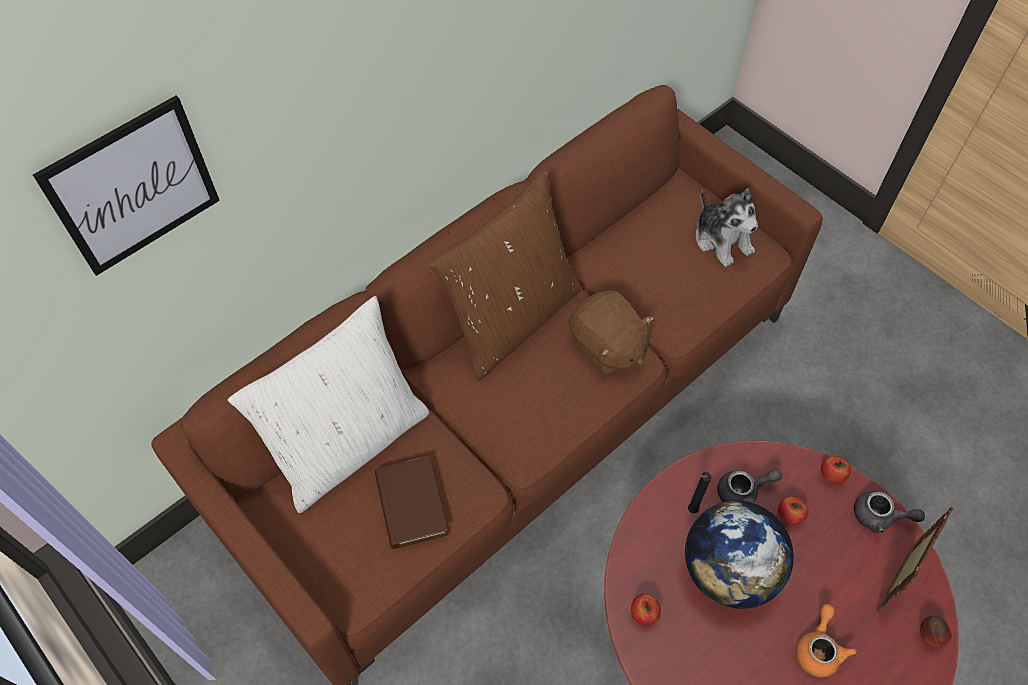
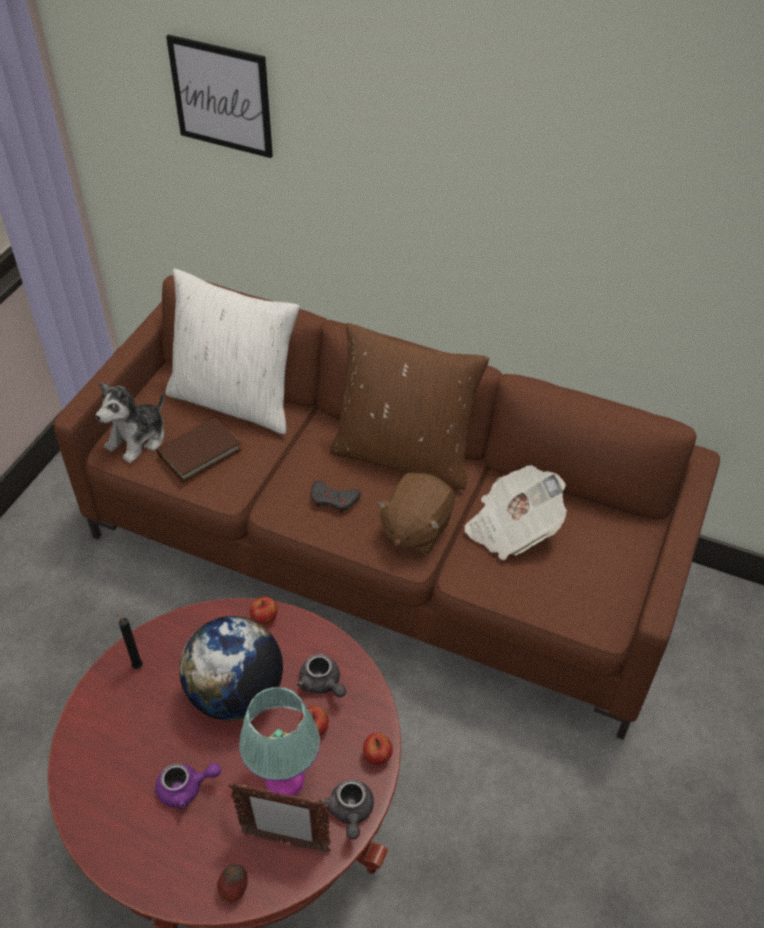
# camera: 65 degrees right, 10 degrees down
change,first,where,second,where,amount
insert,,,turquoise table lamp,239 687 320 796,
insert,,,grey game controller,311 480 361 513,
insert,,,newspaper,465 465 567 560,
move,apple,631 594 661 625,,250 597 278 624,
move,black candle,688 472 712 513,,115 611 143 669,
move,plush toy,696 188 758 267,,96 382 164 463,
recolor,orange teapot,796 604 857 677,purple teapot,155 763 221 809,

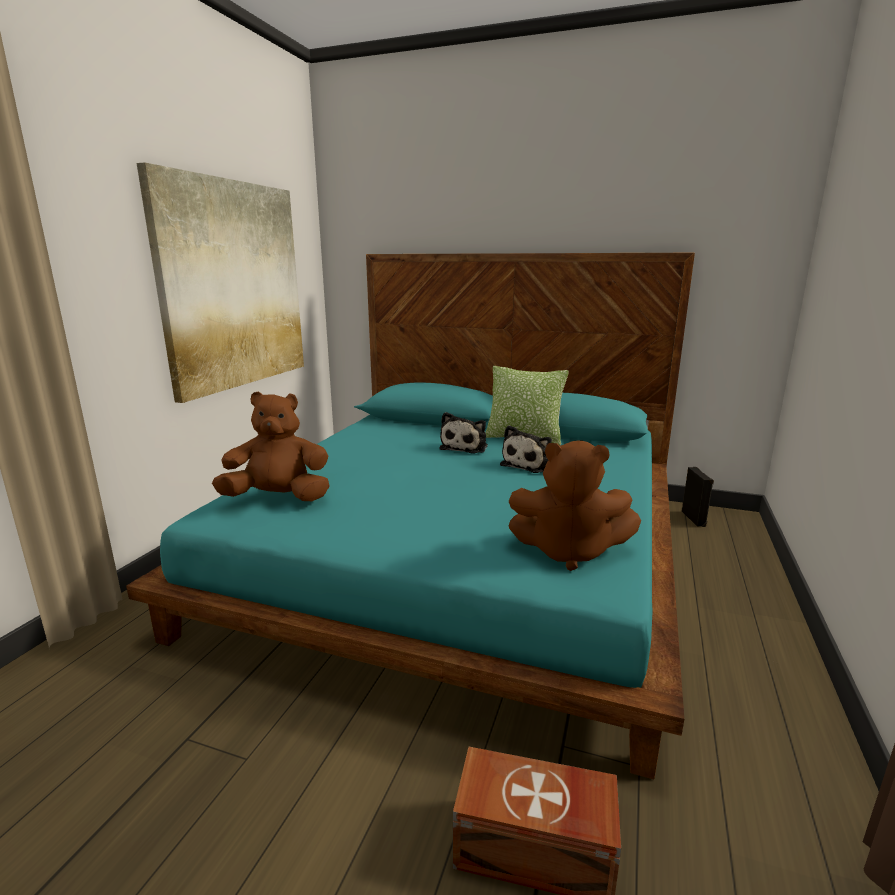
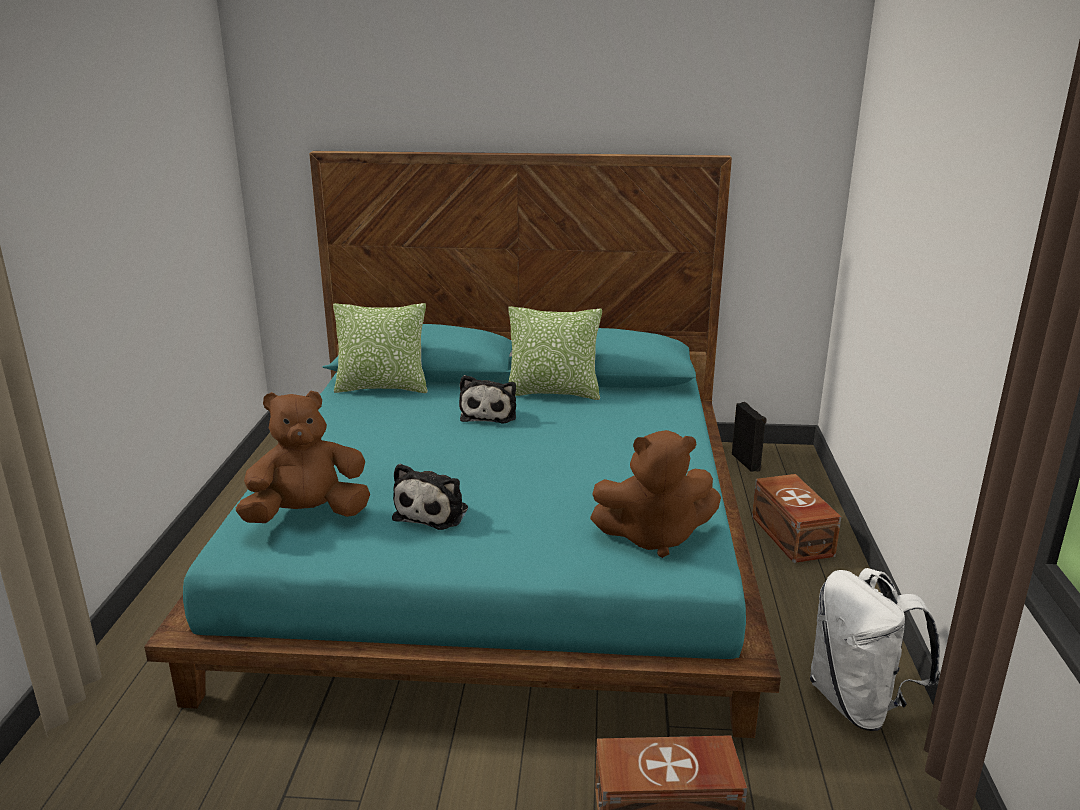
# camera: 15 degrees left, 5 degrees up
change,first,where,second,where,amount
delete,picture,137 163 304 403,,,
insert,,,pillow,333 303 428 393,
insert,,,brown storage box,752 474 841 563,
insert,,,white backpack,810 568 940 731,
move,plush toy,500 425 552 473,,392 464 468 530,

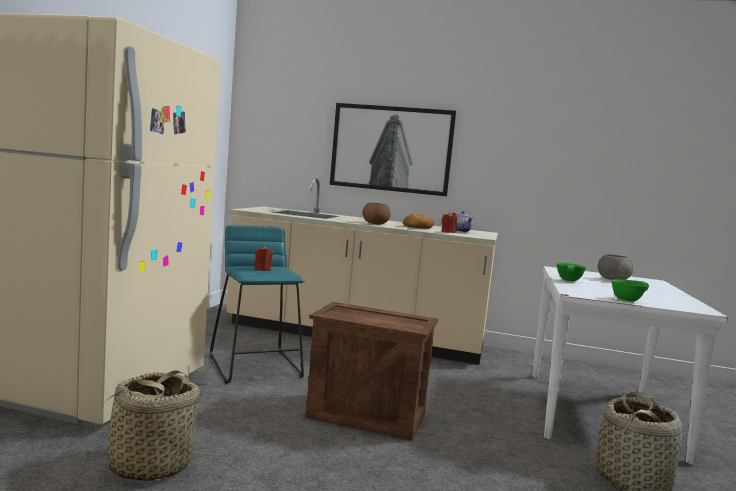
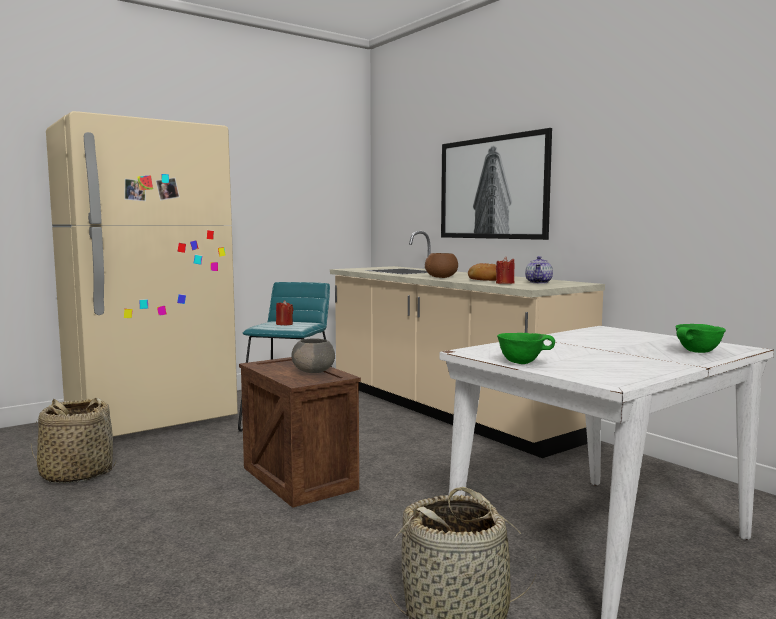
# camera: 40 degrees right, 0 degrees up
change,first,where,second,where,amount
move,green bowl,556 262 587 281,,676 324 726 353,
move,grey bowl,598 254 633 280,,291 339 335 373,

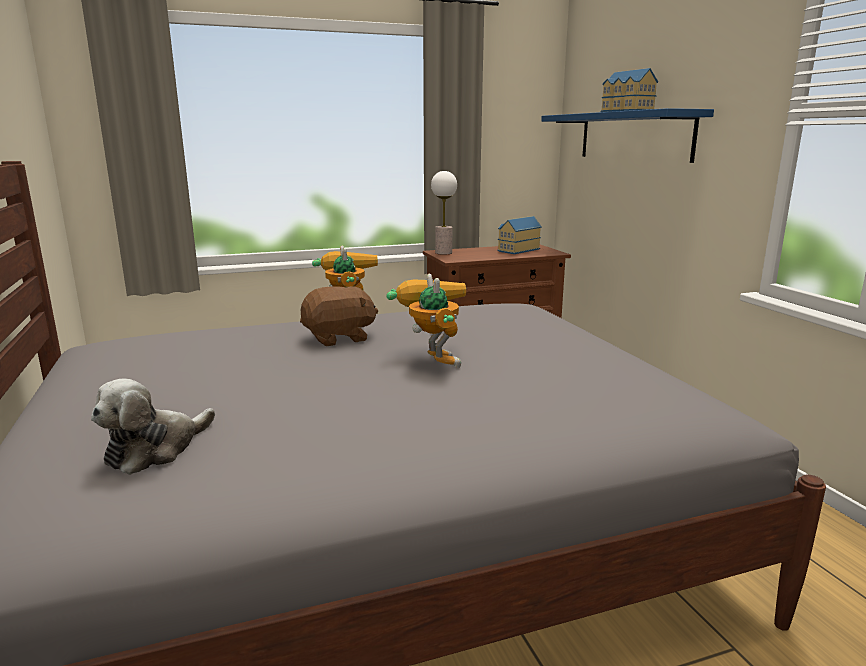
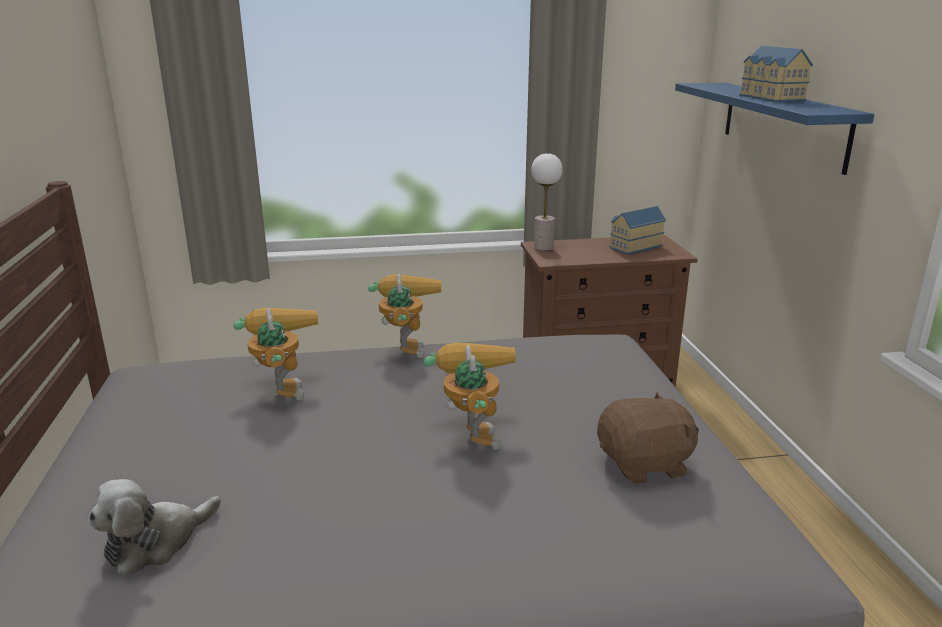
# camera: 10 degrees right, 5 degrees up
change,first,where,second,where,amount
insert,,,toy robot,233 308 318 400,
move,brown plush toy,300 286 378 346,,597 391 699 484,

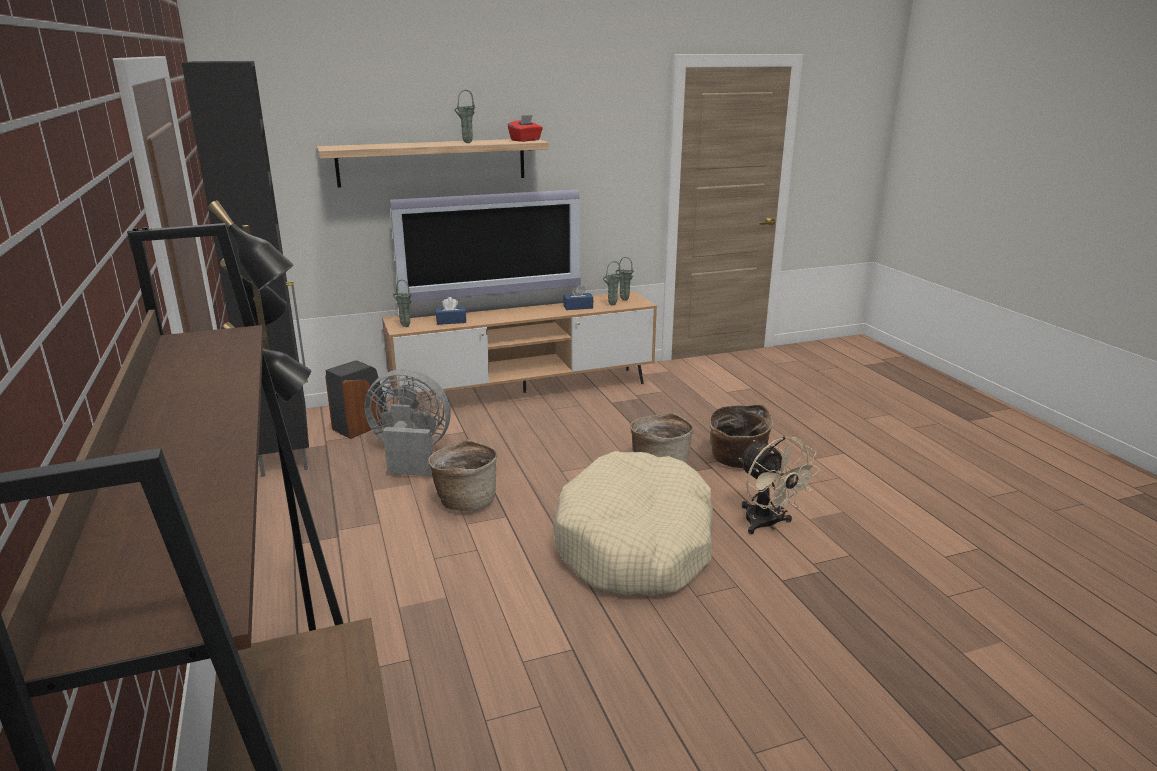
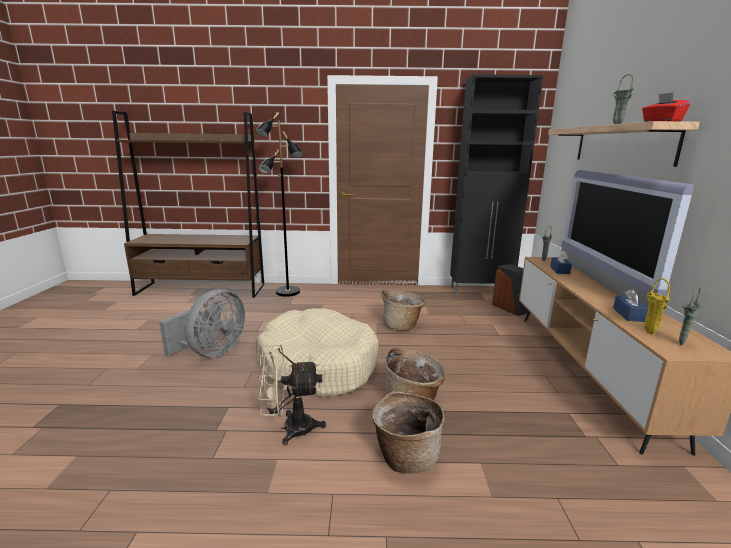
# camera: 110 degrees right, 5 degrees down
change,first,where,second,where,amount
move,grey fan,365 369 451 476,,159 289 245 357,
recolor,green vase,603 261 622 306,yellow vase,644 279 670 334,

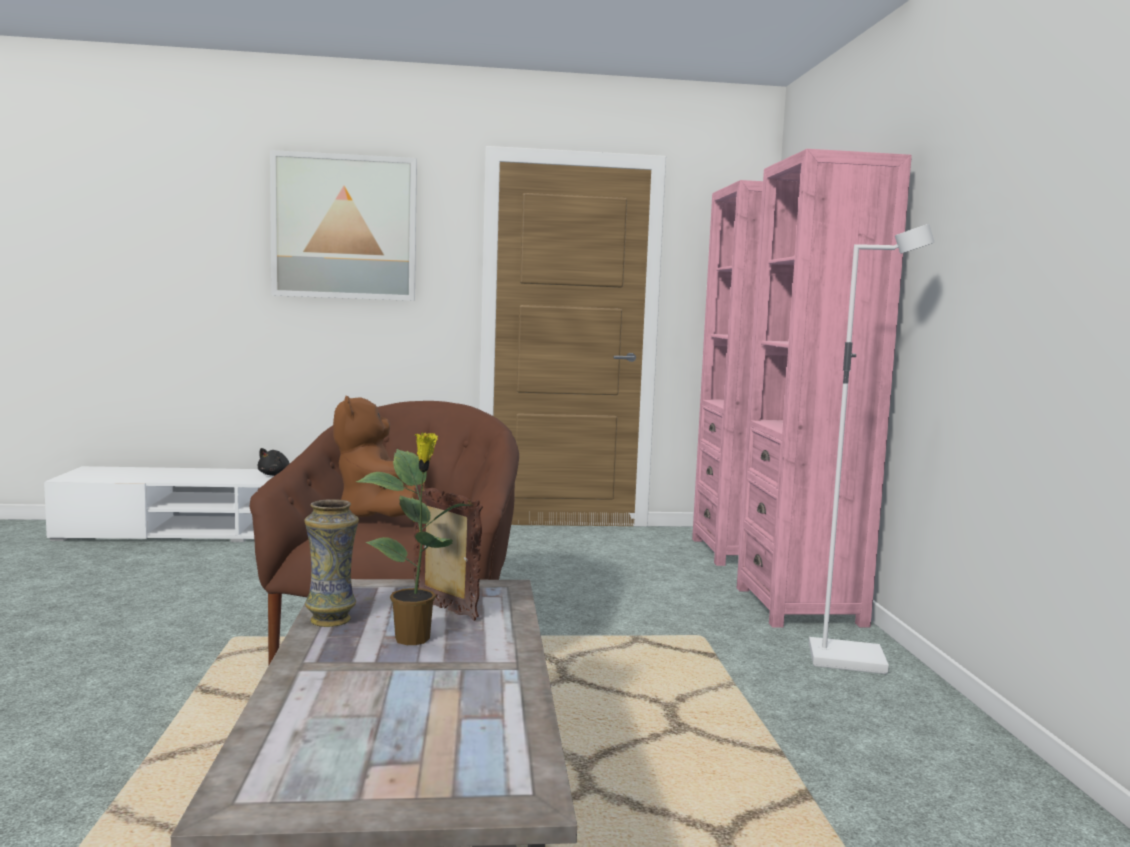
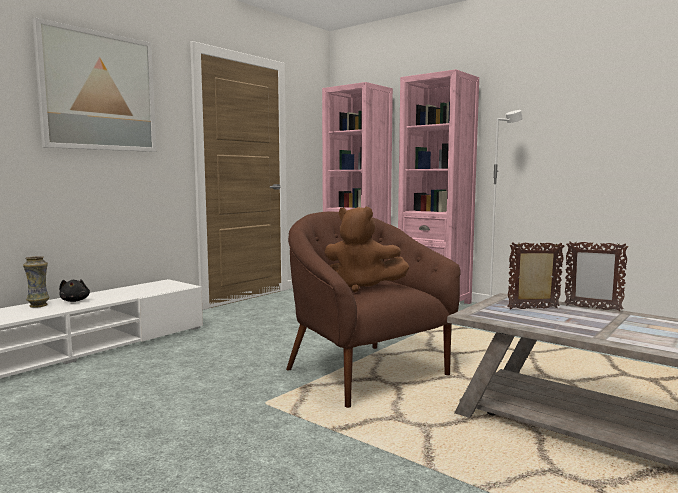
# camera: 45 degrees left, 0 degrees up
change,first,where,second,where,amount
delete,potted plant,356 432 471 645,,,
insert,,,picture frame,564 242 628 311,
move,vase,305 499 359 627,,23 256 50 308,

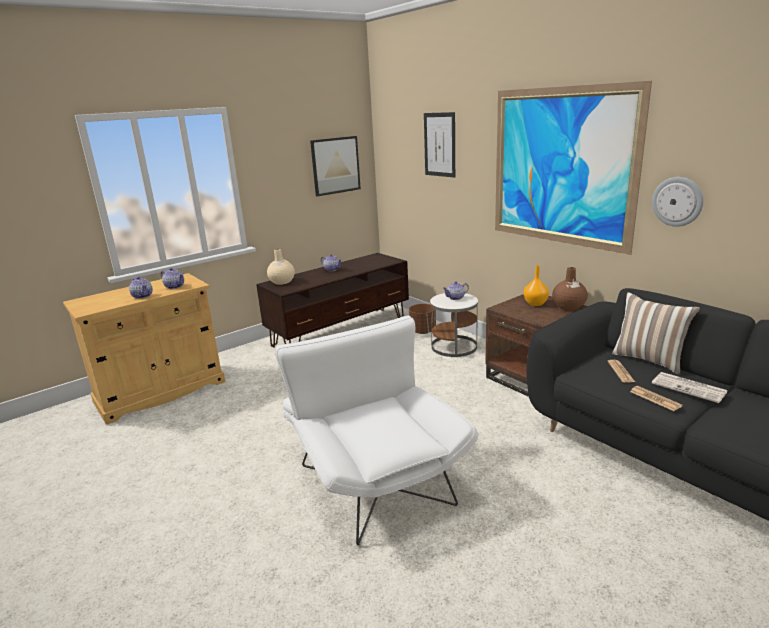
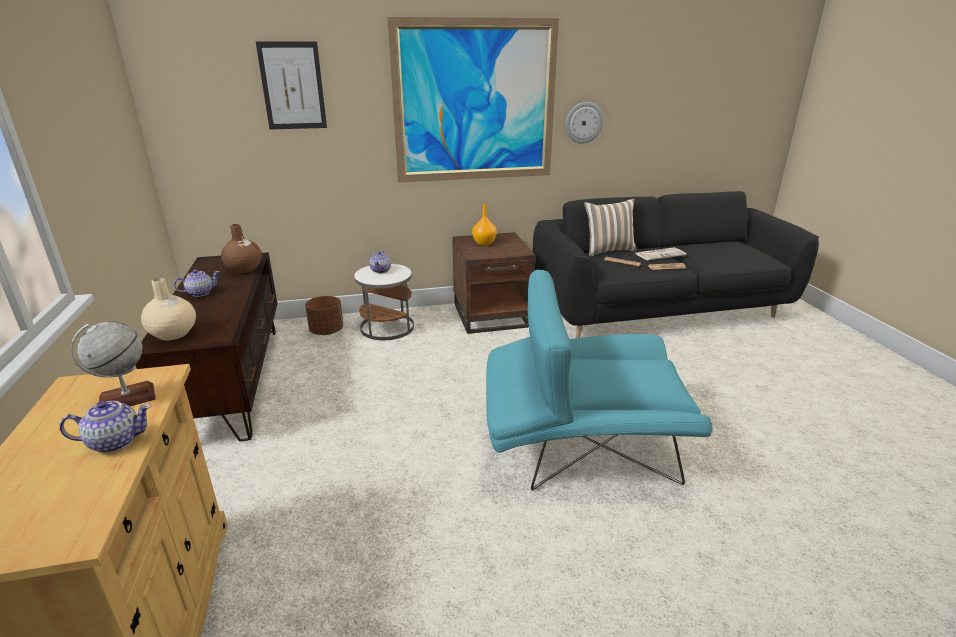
# camera: 65 degrees left, 5 degrees up
change,first,where,second,where,amount
delete,picture,310 136 361 197,,,
move,brown vase,552 267 588 311,,221 224 262 273,
replace,teapot,161 268 184 289,globe,71 321 156 406,
recolor,white armchair,275 315 479 545,turquoise armchair,486 270 713 491,

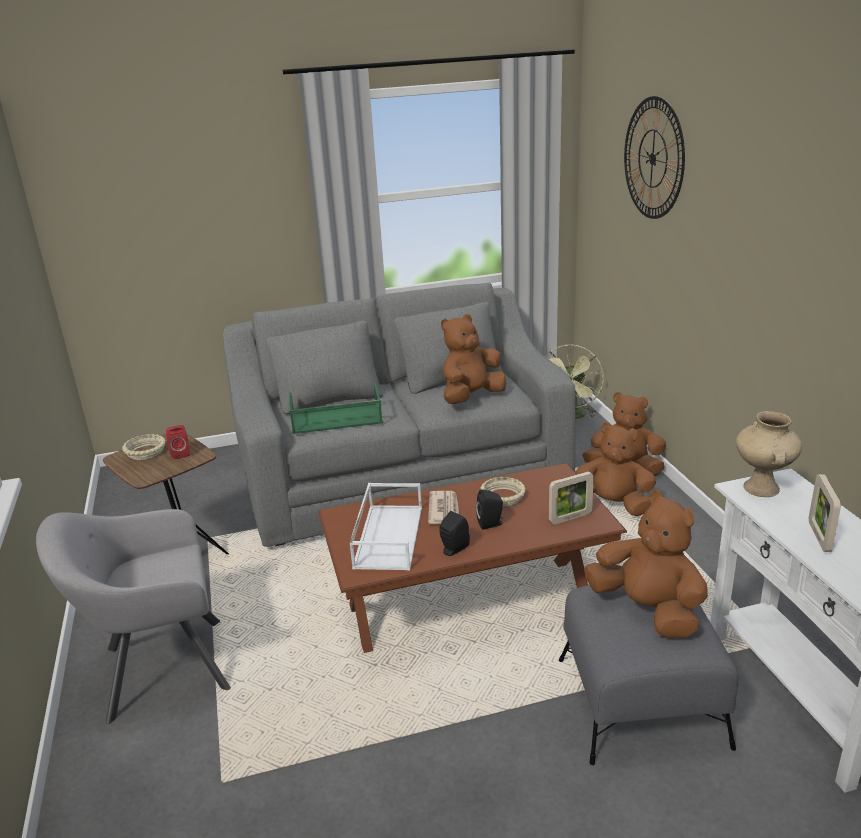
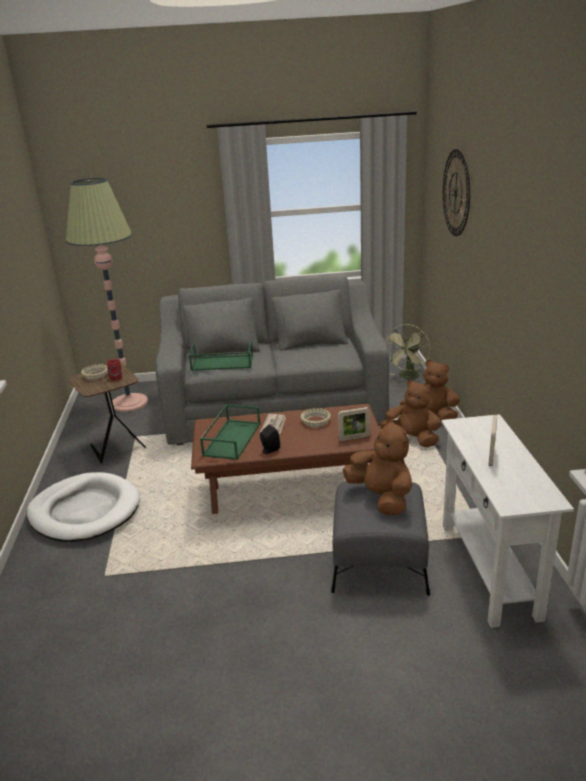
# camera: 10 degrees right, 0 degrees up
change,first,where,second,where,amount
delete,brown plush toy,441 314 506 404,,,
delete,black speaker,476 489 503 530,,,
delete,beige vase,736 411 802 497,,,
insert,,,floor lamp,66 178 148 412,
replace,grey armchair,36 509 231 724,white dog bed,27 472 140 542,
recolor,white tray,350 483 422 570,green tray,200 404 260 460,

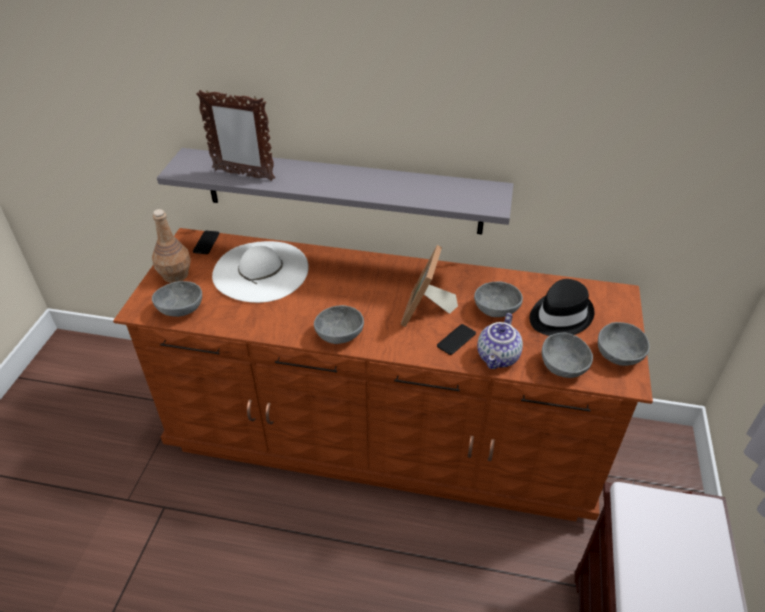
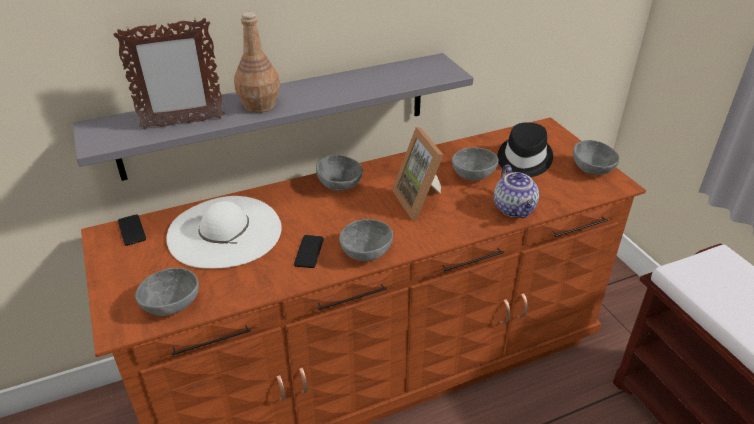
# camera: 35 degrees left, 5 degrees down
change,first,where,second,where,amount
move,brown bottle,152 209 191 283,,234 12 280 113,
move,phone,437 324 476 355,,294 235 324 268,
move,grey bowl,542 333 593 378,,316 155 363 191,

